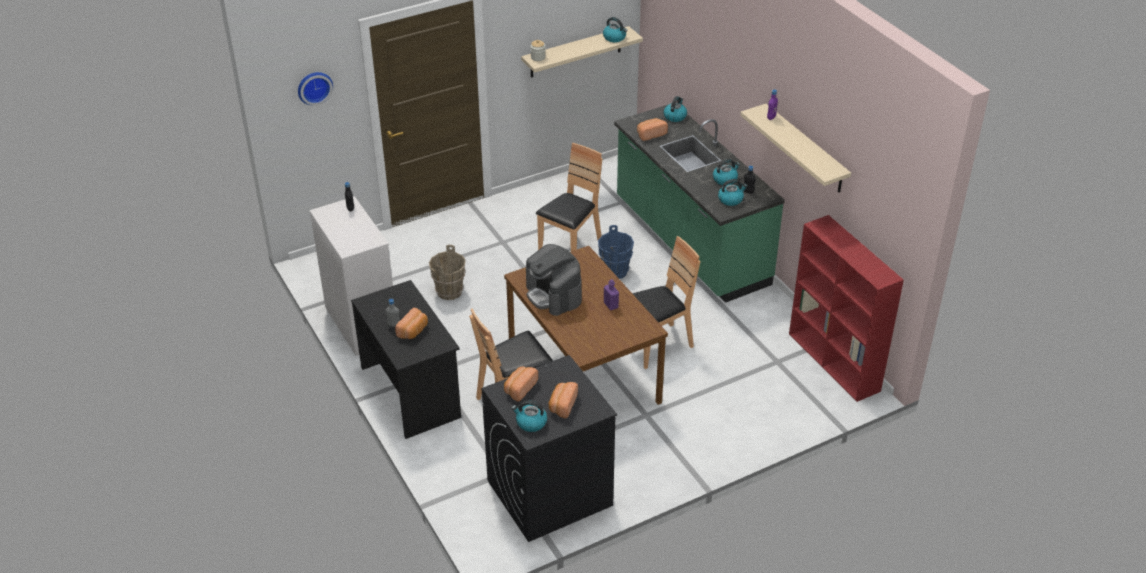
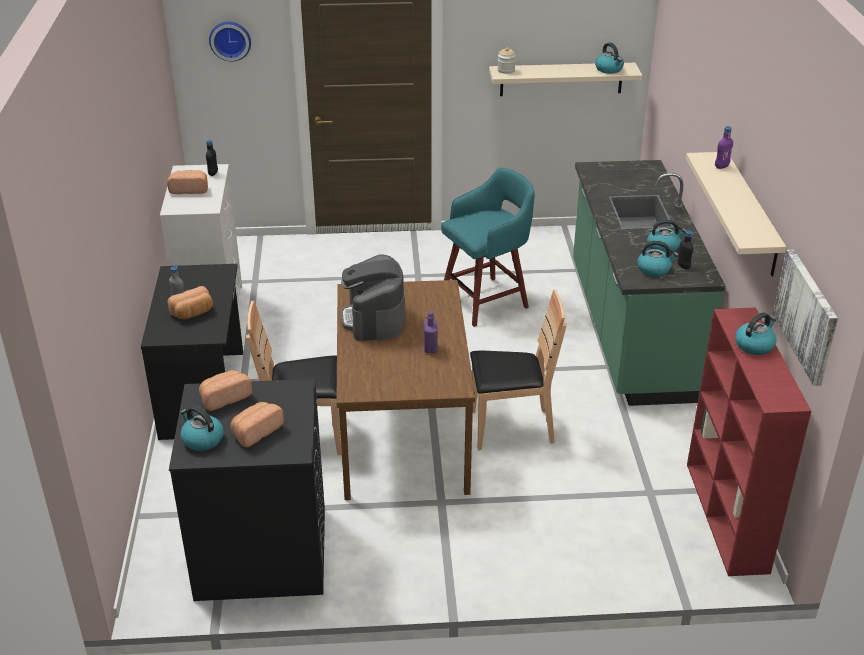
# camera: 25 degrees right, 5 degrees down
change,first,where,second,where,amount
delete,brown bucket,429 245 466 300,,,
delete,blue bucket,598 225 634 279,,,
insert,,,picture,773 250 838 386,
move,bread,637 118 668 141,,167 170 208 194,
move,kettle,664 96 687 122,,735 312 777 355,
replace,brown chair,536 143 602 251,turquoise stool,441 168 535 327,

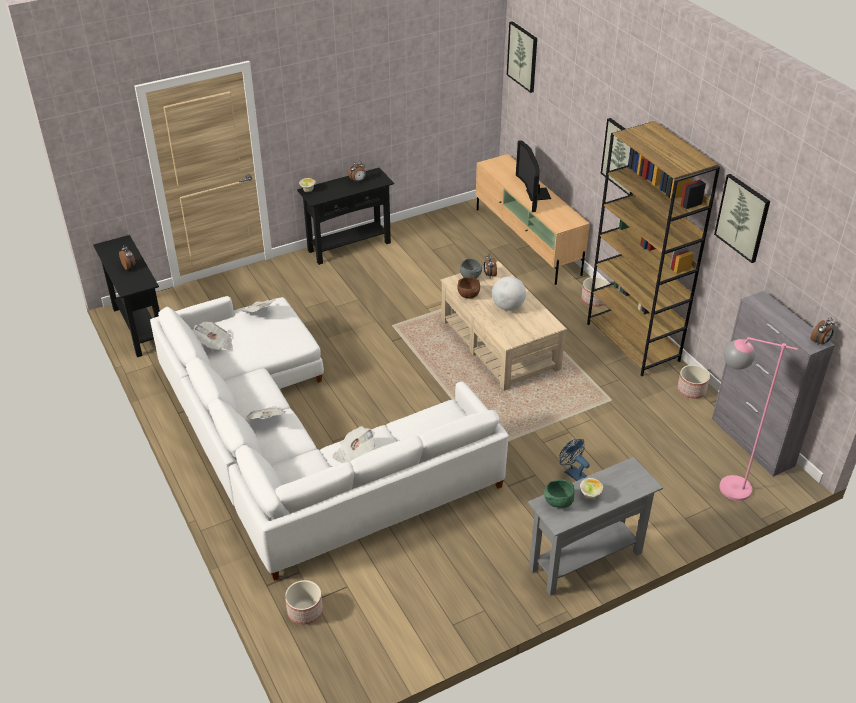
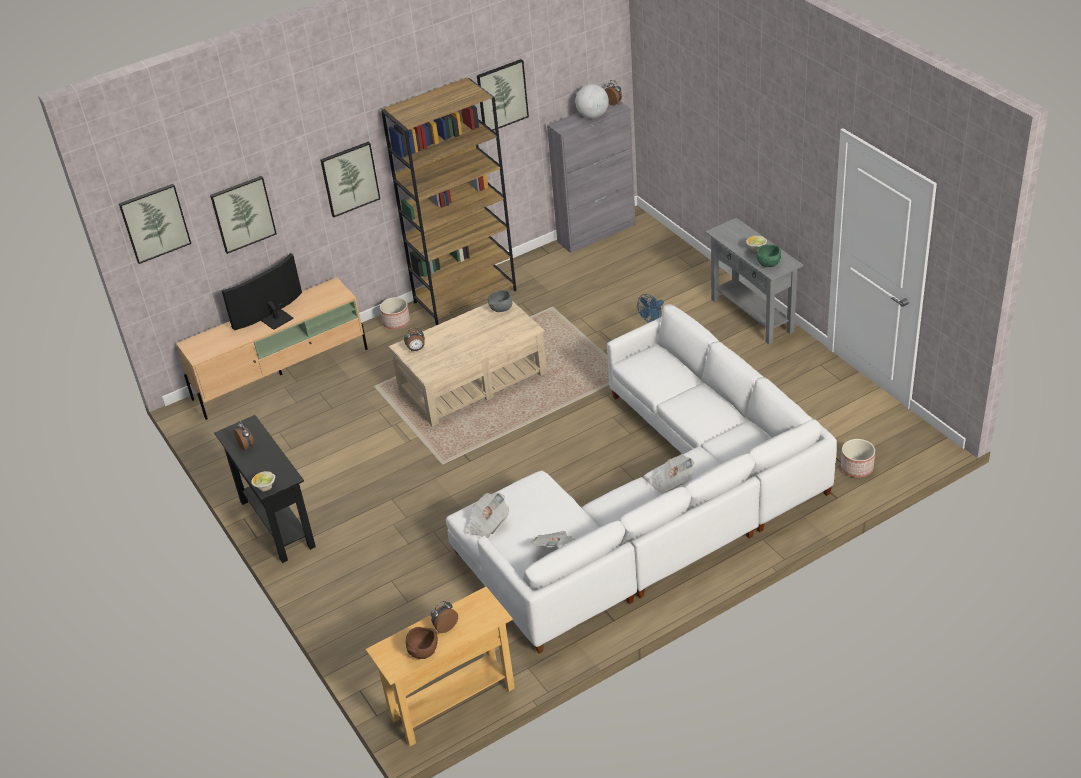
# camera: 90 degrees left, 0 degrees up
change,first,where,second,where,amount
delete,newspaper,333 426 375 463,,,
delete,planter,677 365 710 399,,,
delete,pink floor lamp,719 337 798 501,,,
insert,,,picture,210 176 277 254,
move,brown bowl,457 277 480 299,,406 627 438 659,
move,grey bowl,460 259 482 278,,488 290 513 312,
move,globe,492 276 526 311,,575 84 609 118,
recolor,black console table,93 235 160 357,beige console table,366 587 515 746,
rotate,television,516 140 551 212,,221 253 302 330,150 degrees clockwise

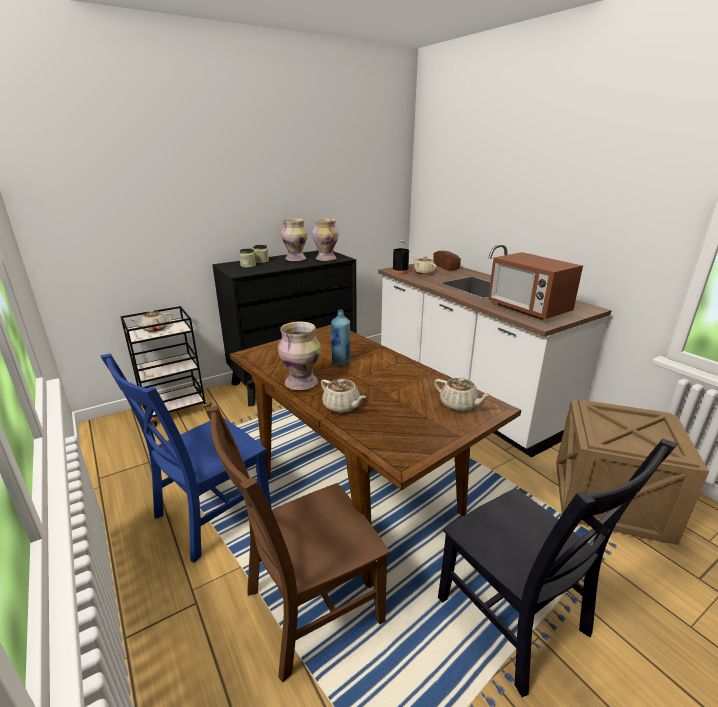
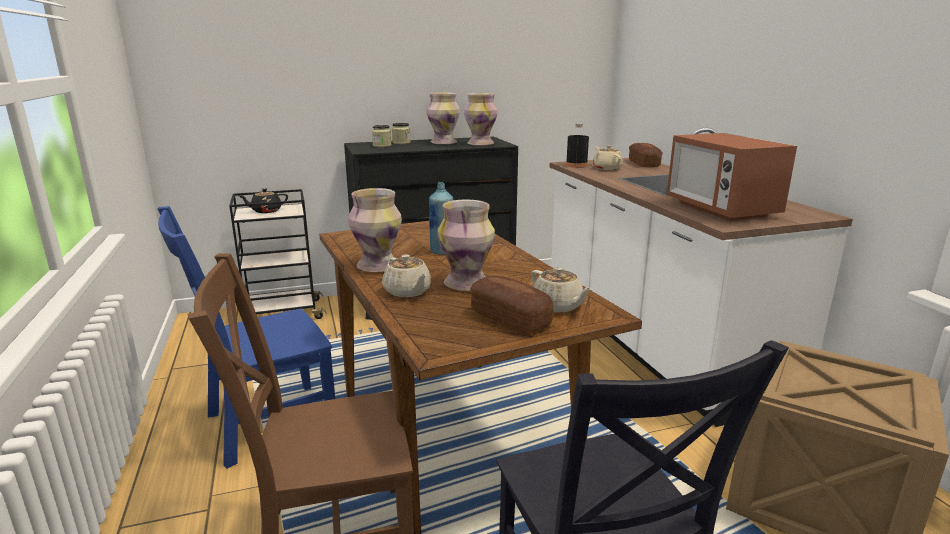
# camera: 15 degrees right, 5 degrees down
change,first,where,second,where,amount
insert,,,vase,437 200 495 291,
insert,,,bread,470 275 554 334,
recolor,beige teapot,130 310 172 332,black teapot,239 188 288 213,

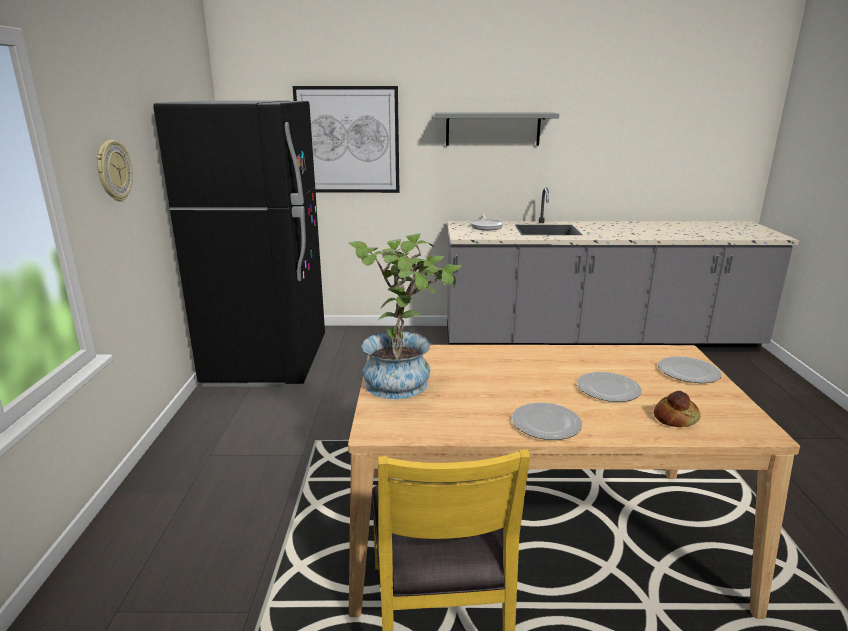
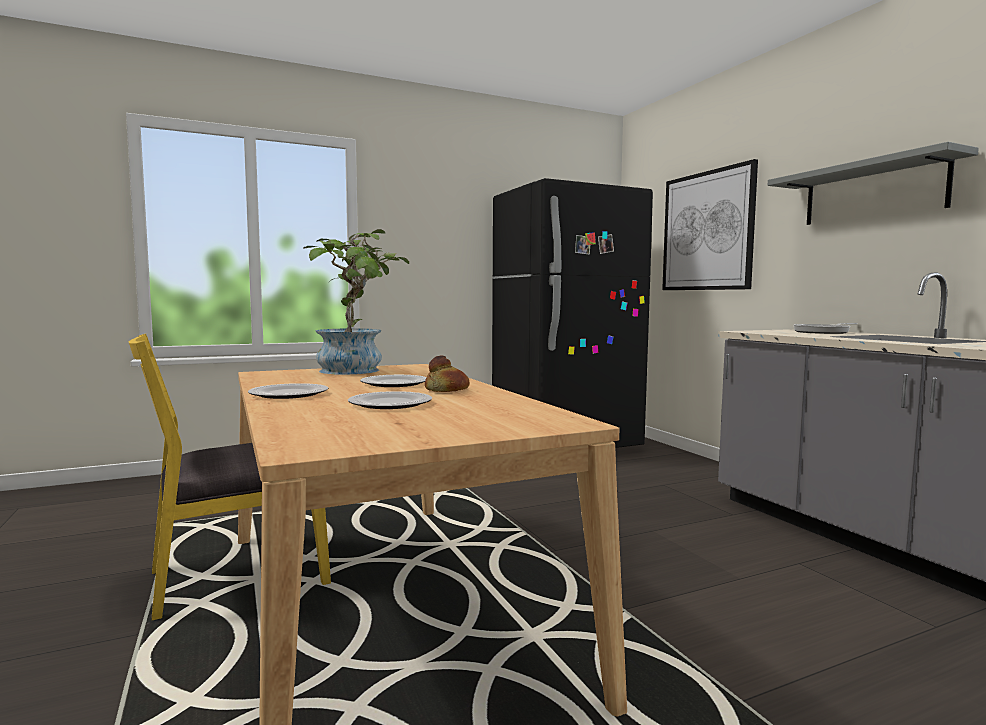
# camera: 65 degrees right, 15 degrees down
change,first,where,second,where,amount
delete,wall clock,96 140 133 202,,,
move,bread,654 391 700 427,,425 356 470 392,
move,plate,658 356 722 383,,360 375 426 387,

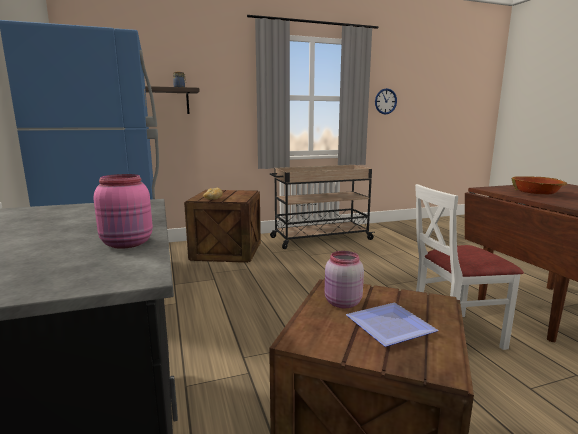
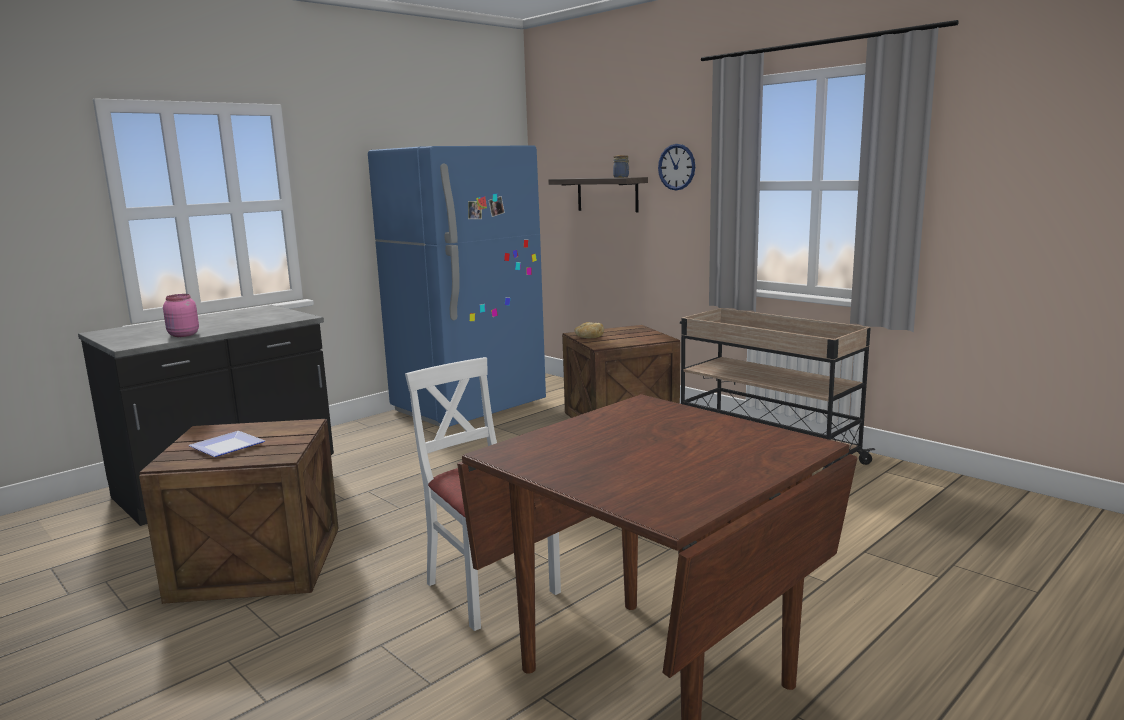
# camera: 65 degrees right, 0 degrees up
change,first,where,second,where,amount
delete,pink jar,325 251 364 308,,,
delete,bowl,511 176 567 194,,,
move,wall clock,375 88 397 114,,658 144 695 190,

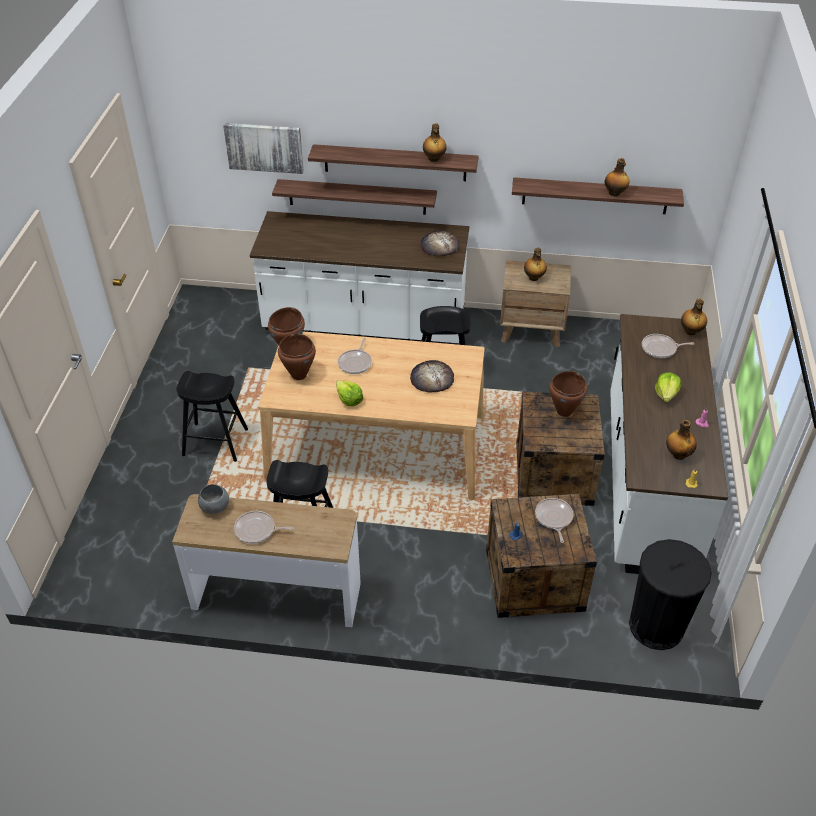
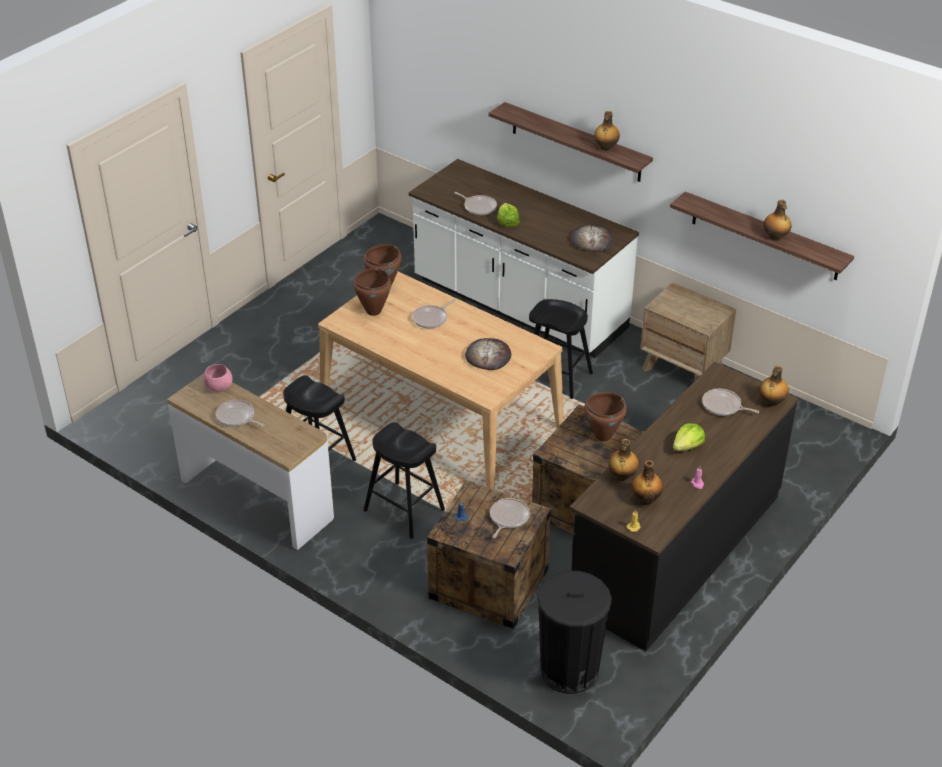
# camera: 30 degrees right, 5 degrees down
change,first,where,second,where,amount
delete,picture,223 123 304 174,,,
delete,shelf,272 179 437 215,,,
insert,,,frying pan,454 192 497 215,
move,black stool,177 371 248 462,,364 422 445 539,
move,lettuce,336 380 363 406,,497 203 520 227,
move,bottle,524 247 547 281,,608 439 639 481,
recolor,grey bowl,198 484 229 514,pink bowl,203 364 232 392,
recolor,white counter,610 314 728 574,black counter,569 362 798 651,

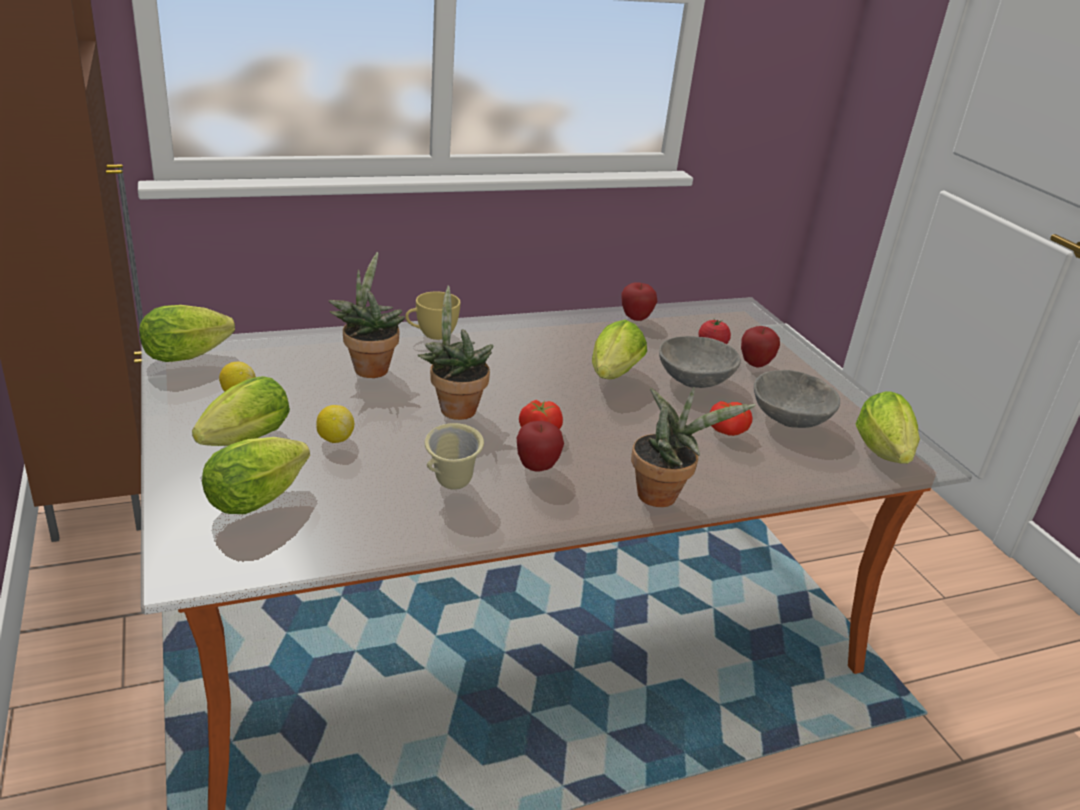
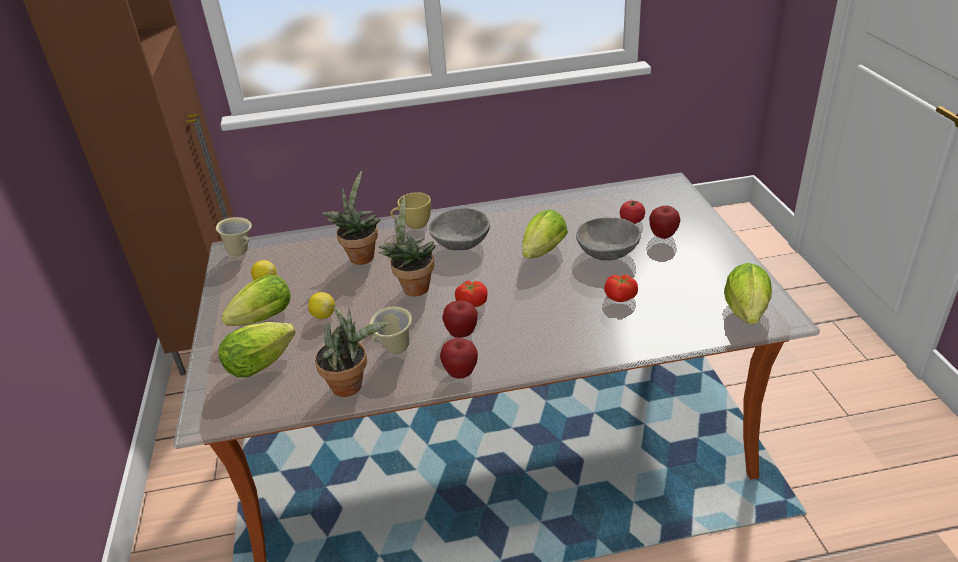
# camera: 15 degrees right, 5 degrees up
change,first,where,second,where,amount
move,apple,621 282 657 321,,440 338 478 379,
move,potted plant,631 387 756 507,,315 305 388 397,
move,grey bowl,754 370 840 428,,429 208 490 250,
replace,lettuce,139 305 235 362,beige mug,216 217 252 257,

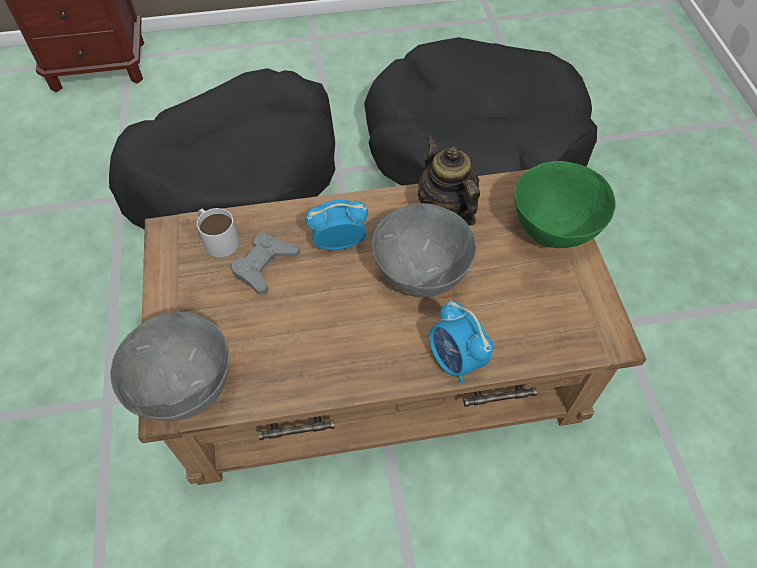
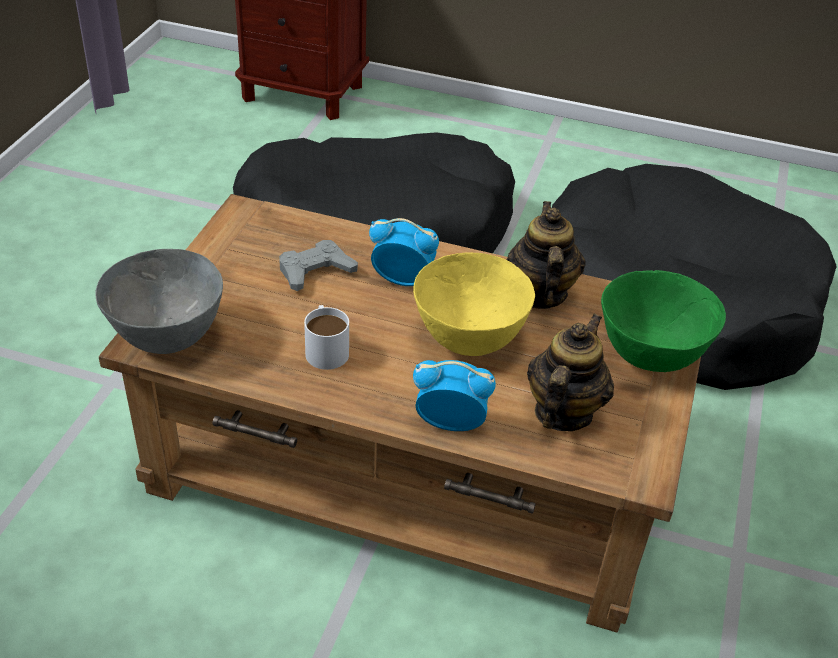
# camera: 25 degrees right, 15 degrees down
change,first,where,second,where,amount
insert,,,teapot,527 314 614 431,
move,white mug,197 208 239 257,,304 305 349 370,
recolor,grey bowl,372 203 477 298,yellow bowl,413 252 535 356,
rotate,alarm clock,429 300 493 383,,413 360 496 431,105 degrees clockwise

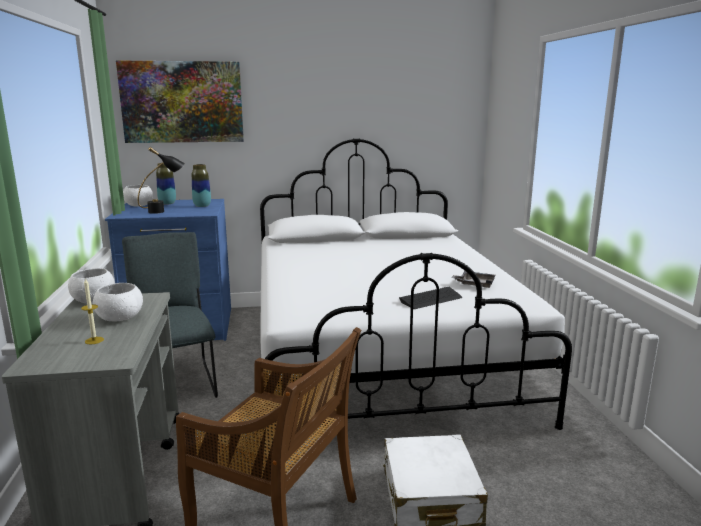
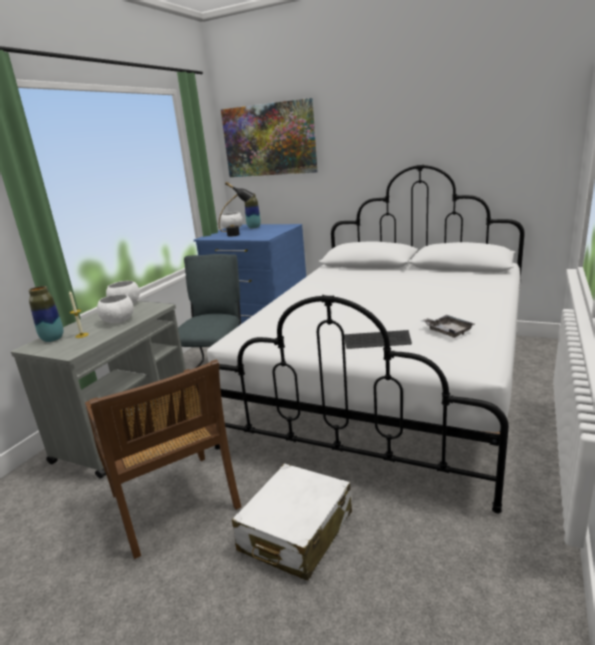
# camera: 35 degrees right, 5 degrees up
change,first,where,second,where,amount
move,vase,192 164 211 207,,29 286 64 342,

